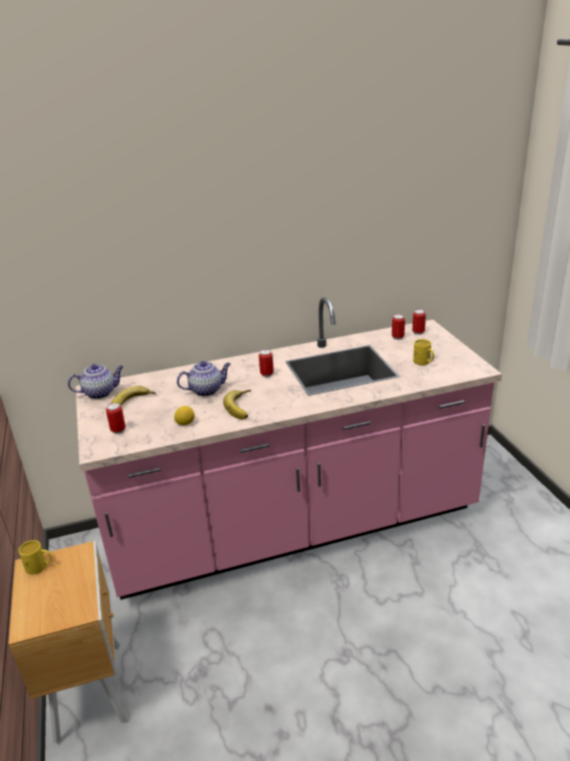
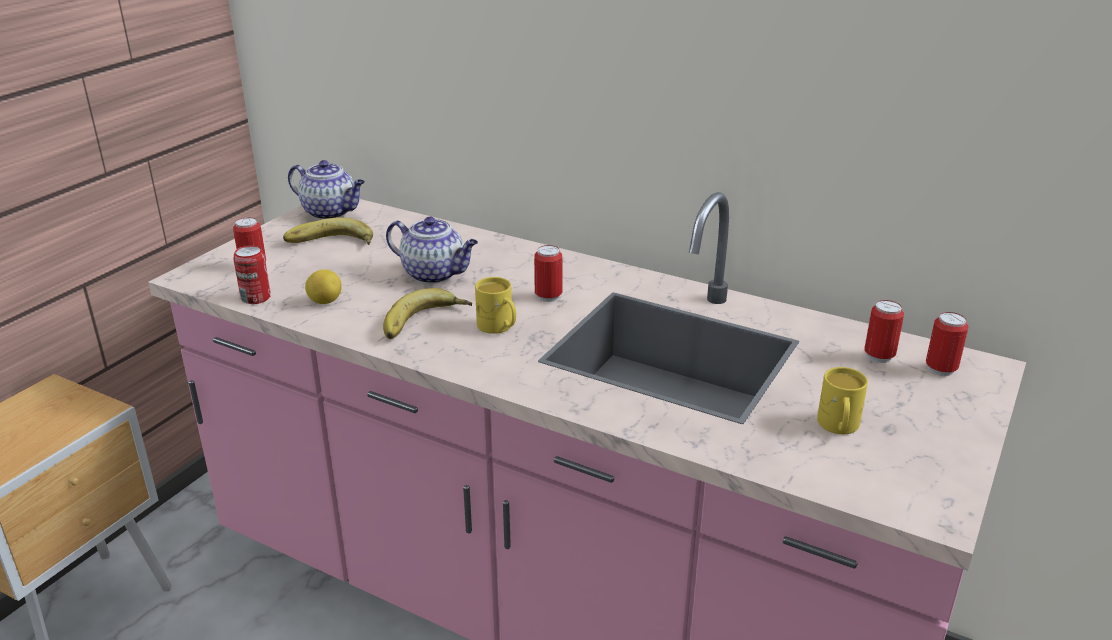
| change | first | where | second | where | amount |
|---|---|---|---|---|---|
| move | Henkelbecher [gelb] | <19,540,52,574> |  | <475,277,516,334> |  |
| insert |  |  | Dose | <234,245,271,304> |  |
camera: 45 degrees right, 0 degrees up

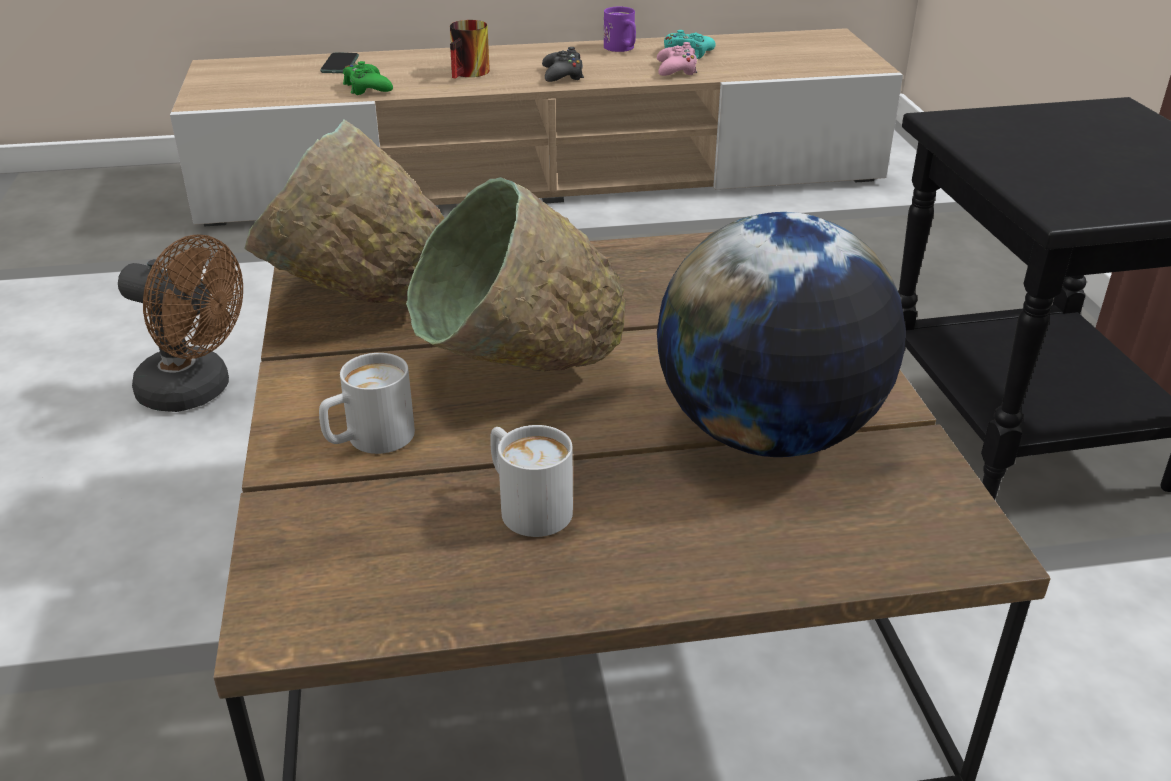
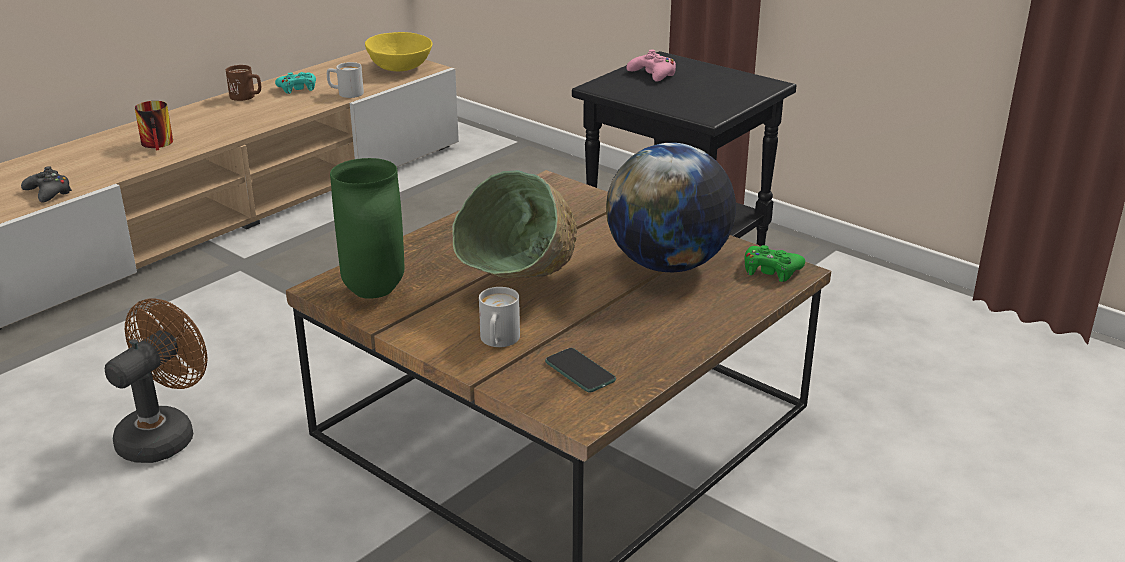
| change | first | where | second | where | amount |
|---|---|---|---|---|---|
| rotate | Ventilator [braun] | <118,235,243,412> |  | <105,298,208,463> | 45 degrees counterclockwise |
| replace | Schüssel [grün] | <245,120,445,306> | Vase [grün] | <330,158,405,299> |  |
| move | Handy | <320,53,359,73> |  | <545,348,616,392> |  |
| move | Gamepad [grün] | <343,61,393,95> |  | <745,245,805,282> |  |
| move | Henkelbecher [weiß] | <490,425,573,537> |  | <327,62,364,98> |  |
| move | Gamepad [schwarz] | <542,47,584,82> |  | <21,166,72,203> |  |
| recolor | Henkelbecher [lila] | <604,7,636,52> | Henkelbecher [braun] | <226,65,261,101> |  |
| move | Gamepad [rosa] | <657,42,697,76> |  | <626,49,676,82> |  |
| insert |  |  | Schüssel [gelb] | <365,32,432,71> |  |
camera: 40 degrees left, 5 degrees down

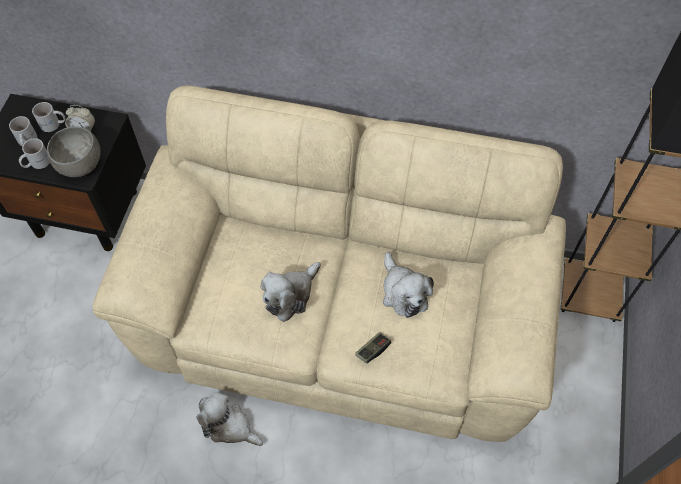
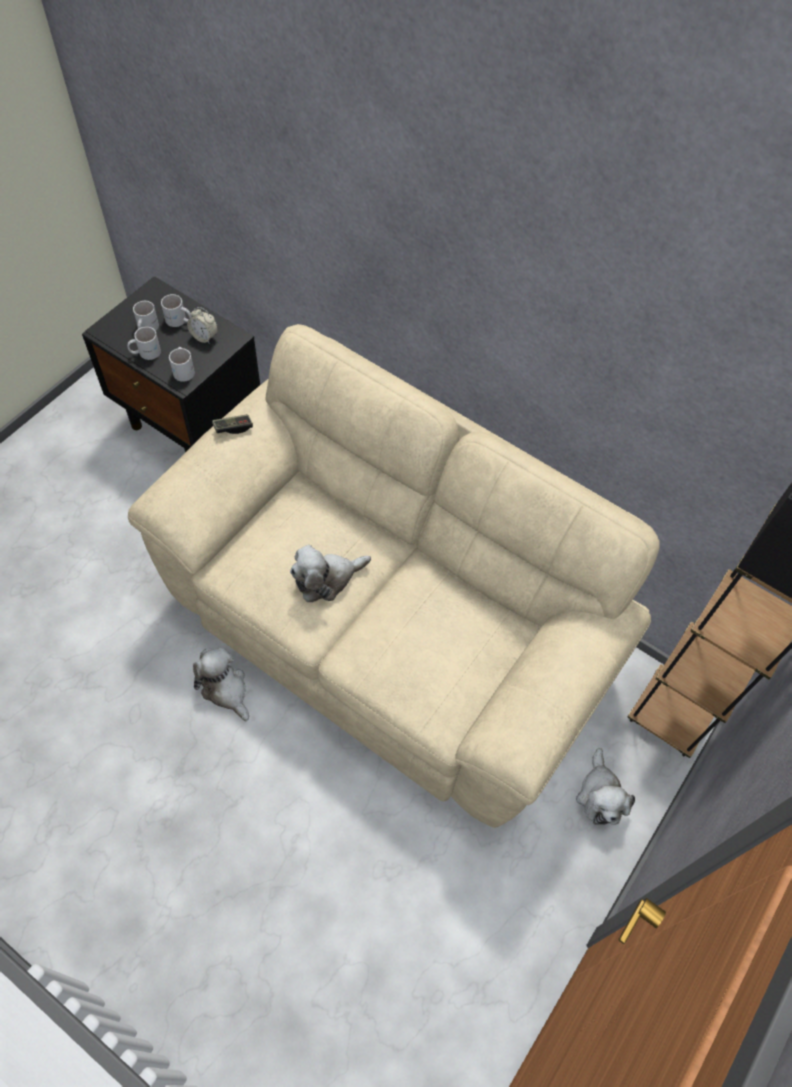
| change | first | where | second | where | amount |
|---|---|---|---|---|---|
| replace | Schüssel [grau] | <47,126,101,177> | Henkelbecher [weiß] | <169,347,195,382> |  |
| move | Gamepad | <355,332,391,364> |  | <212,414,253,434> |  |
| move | Plüschtier | <383,252,434,318> |  | <576,748,635,825> |  |
camera: 20 degrees right, 0 degrees up

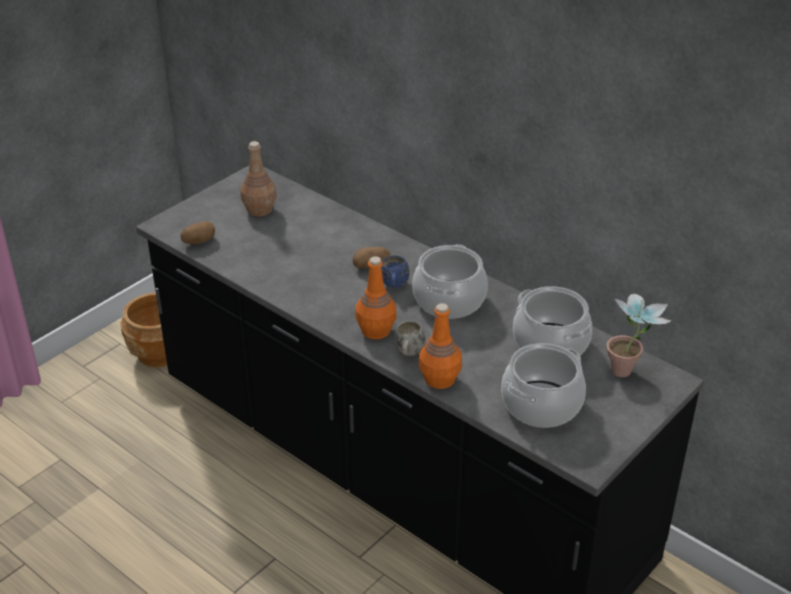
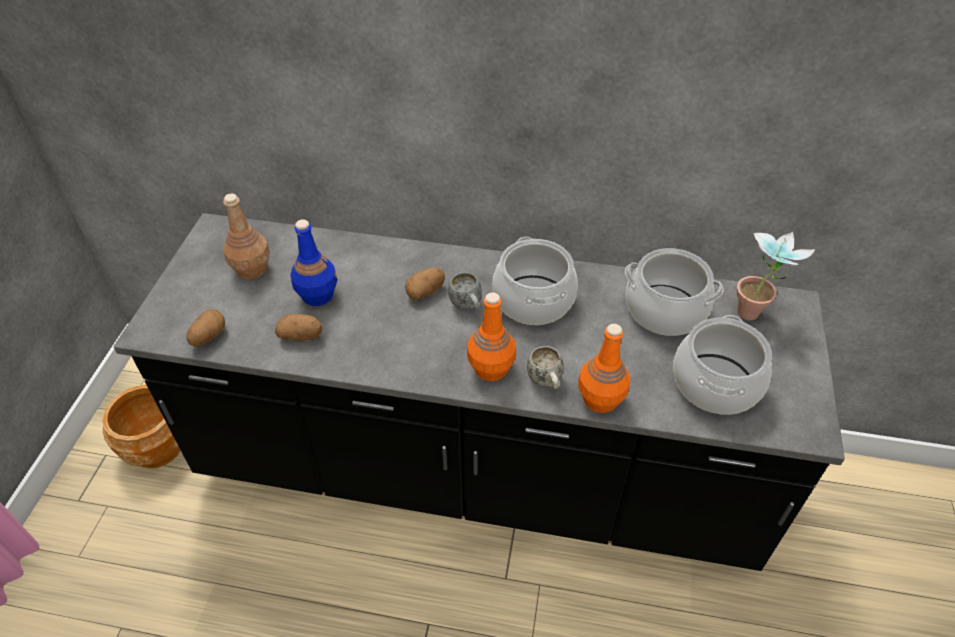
| change | first | where | second | where | amount |
|---|---|---|---|---|---|
| recolor | Henkelbecher [blau] | <381,256,409,288> | Henkelbecher [grau] | <448,272,482,310> |  |
| insert |  |  | Kartoffel | <275,314,322,341> |  |
| insert |  |  | Flasche [blau] | <290,219,337,306> |  |
camera: 30 degrees left, 10 degrees up

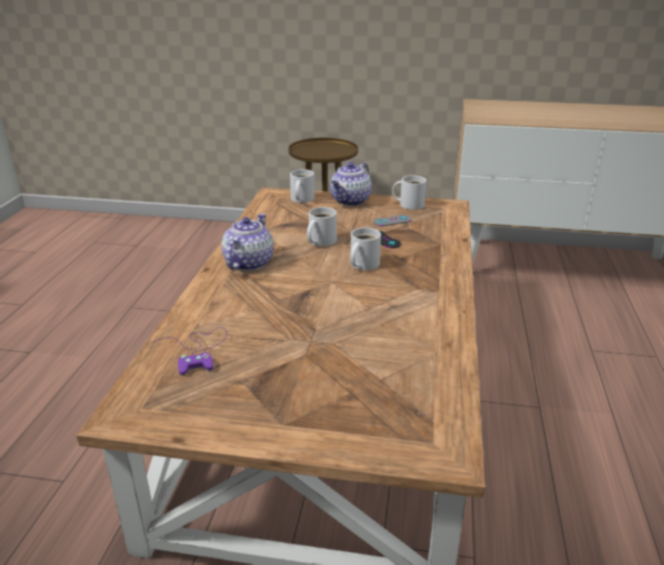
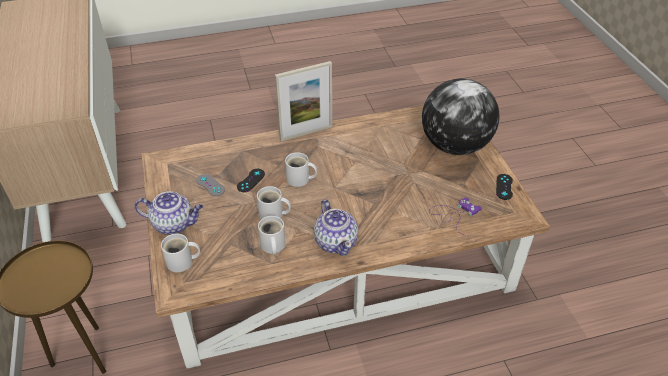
| change | first | where | second | where | amount |
|---|---|---|---|---|---|
| rotate | Teekanne | <222,213,274,271> |  | <314,199,358,256> | 105 degrees counterclockwise |
| move | Henkelbecher [weiß] | <392,175,426,210> |  | <258,216,286,255> |  |
| insert |  |  | Bilderrahmen | <275,61,332,141> |  |
| insert |  |  | Globus | <422,78,499,155> |  |
| insert |  |  | Gamepad [schwarz] | <496,174,513,200> |  |
camera: 115 degrees left, 15 degrees up

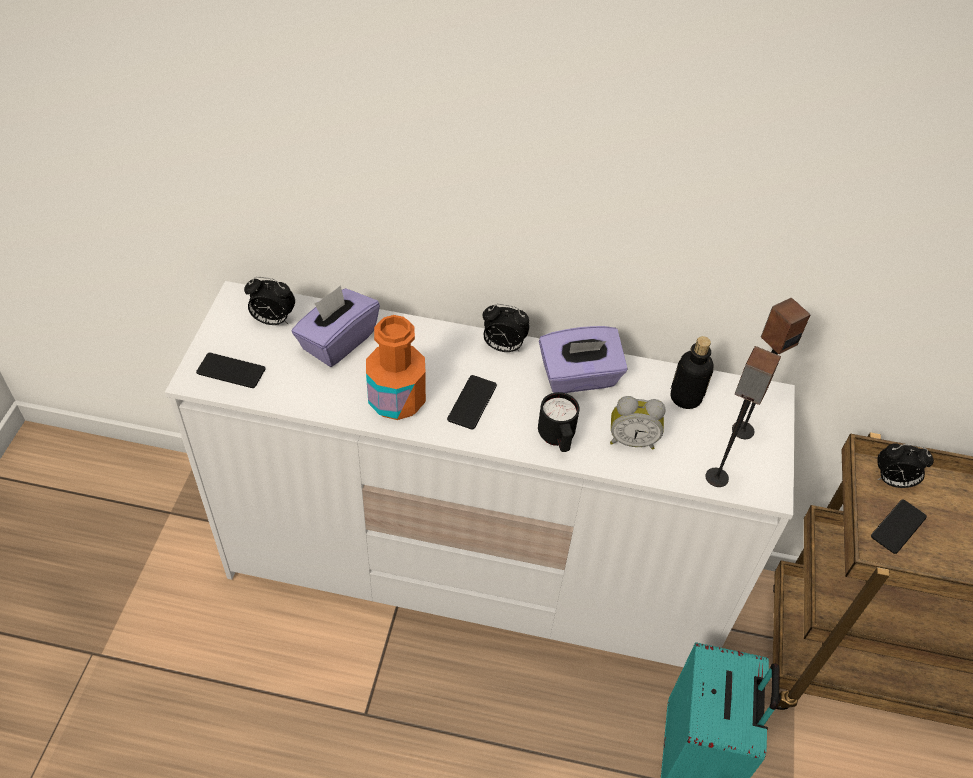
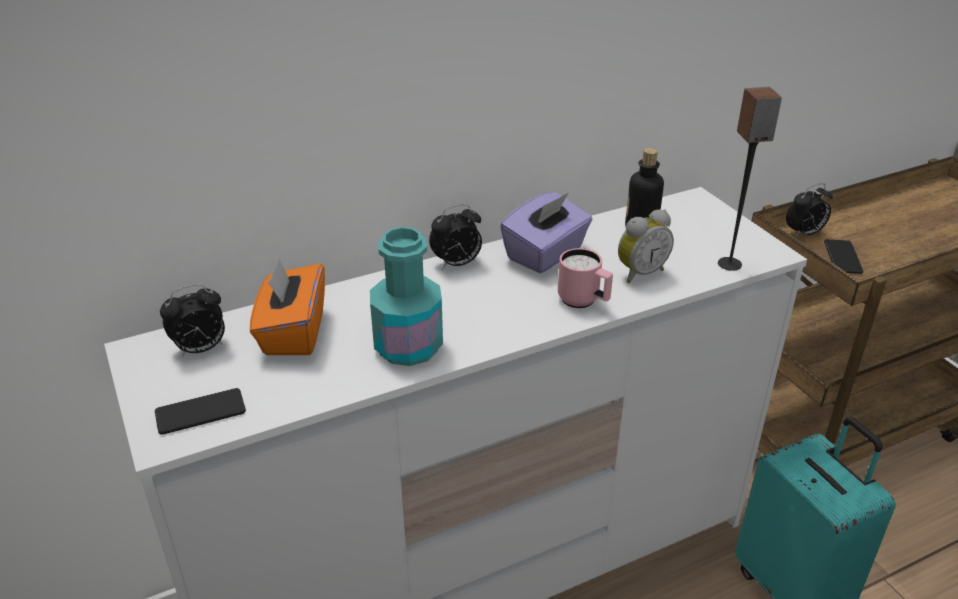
| change | first | where | second | where | amount |
|---|---|---|---|---|---|
| recolor | Taschentuchbox [lila] | <292,285,380,367> | Taschentuchbox [orange] | <250,258,325,355> |  |
| recolor | Flasche [orange] | <366,315,426,420> | Flasche [türkis] | <370,227,443,366> |  |
| delete | Handy | <447,375,497,430> |  |  |  |
| recolor | Henkelbecher [schwarz] | <538,392,579,452> | Henkelbecher [rosa] | <558,248,613,308> |  |
| delete | Lautsprecher | <732,298,810,439> |  |  |  |
camera: 35 degrees left, 15 degrees down

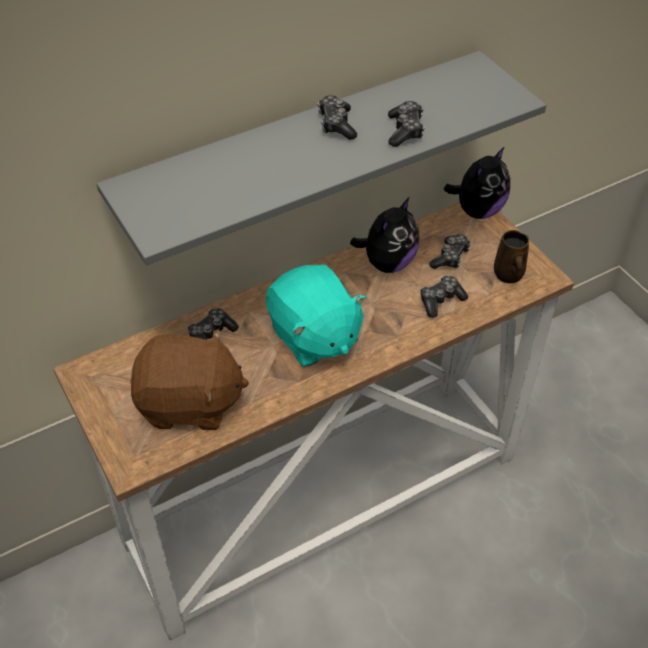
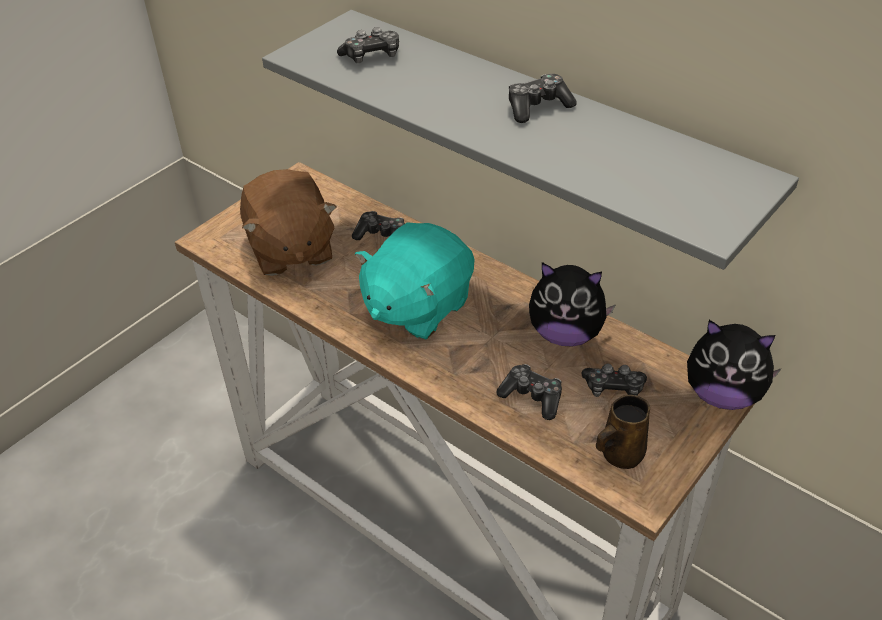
| change | first | where | second | where | amount |
|---|---|---|---|---|---|
| move | Gamepad | <388,101,425,147> |  | <337,27,399,63> |  |
camera: 70 degrees right, 5 degrees down

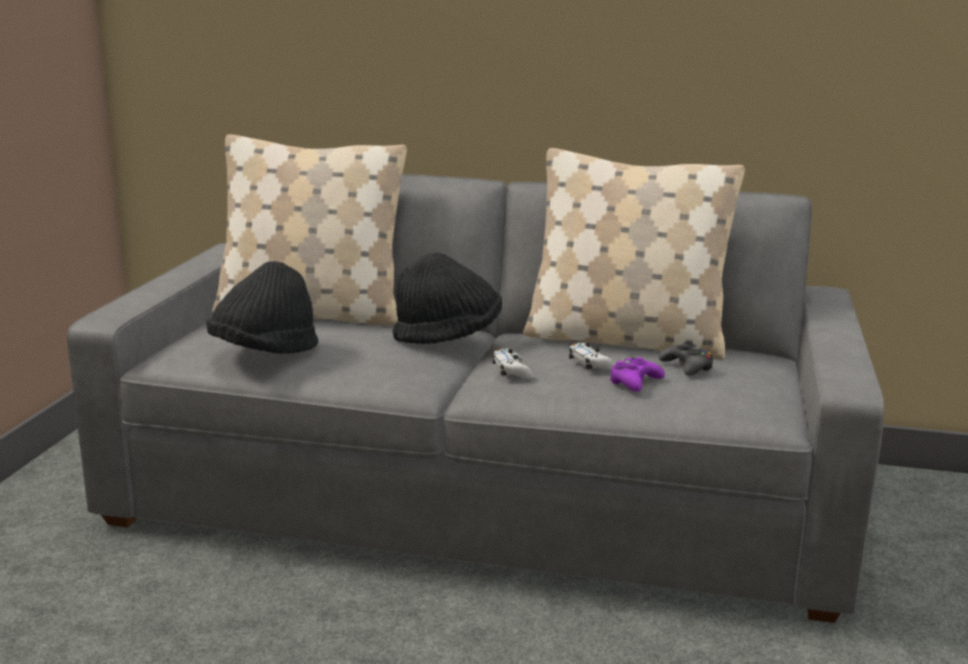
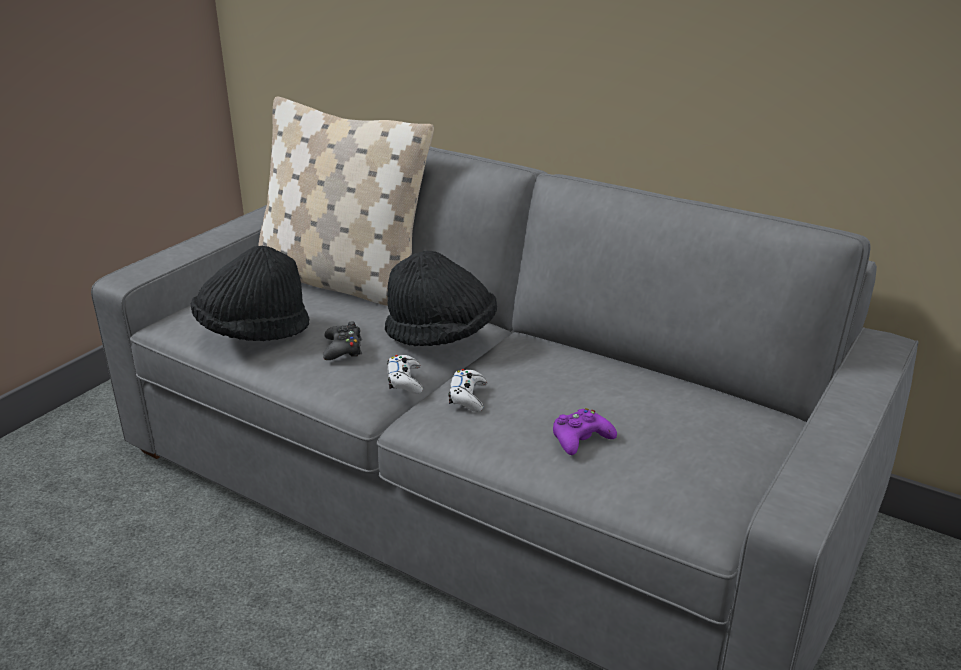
| change | first | where | second | where | amount |
|---|---|---|---|---|---|
| delete | Kissen [beige] | <523,148,745,360> |  |  |  |
| move | Gamepad [weiß] | <569,343,616,371> |  | <387,355,423,394> |  |
| move | Gamepad [schwarz] | <659,339,713,376> |  | <323,321,362,360> |  |
camera: 20 degrees right, 10 degrees up

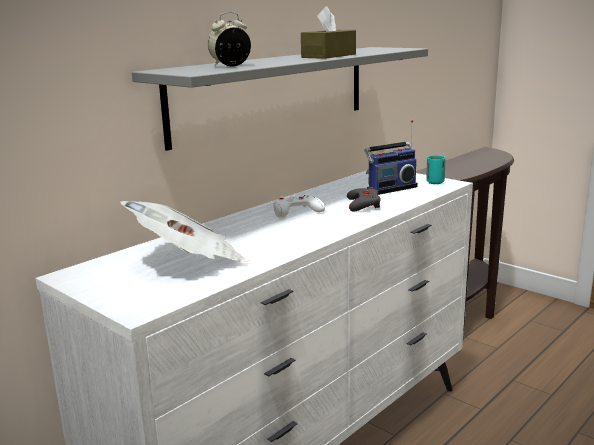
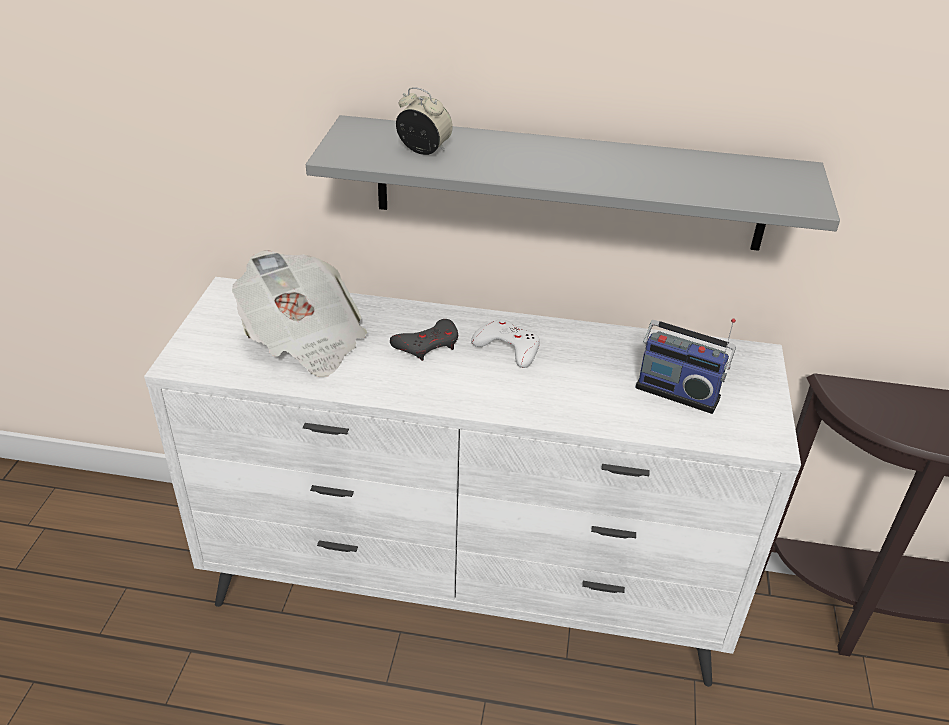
| change | first | where | second | where | amount |
|---|---|---|---|---|---|
| delete | Taschentuchbox [braun] | <301,6,356,59> |  |  |  |
| move | Gamepad [grau] | <347,187,381,211> |  | <390,319,458,361> |  |
| delete | Tasse [türkis] | <426,155,446,184> |  |  |  |
camera: 55 degrees right, 20 degrees up

